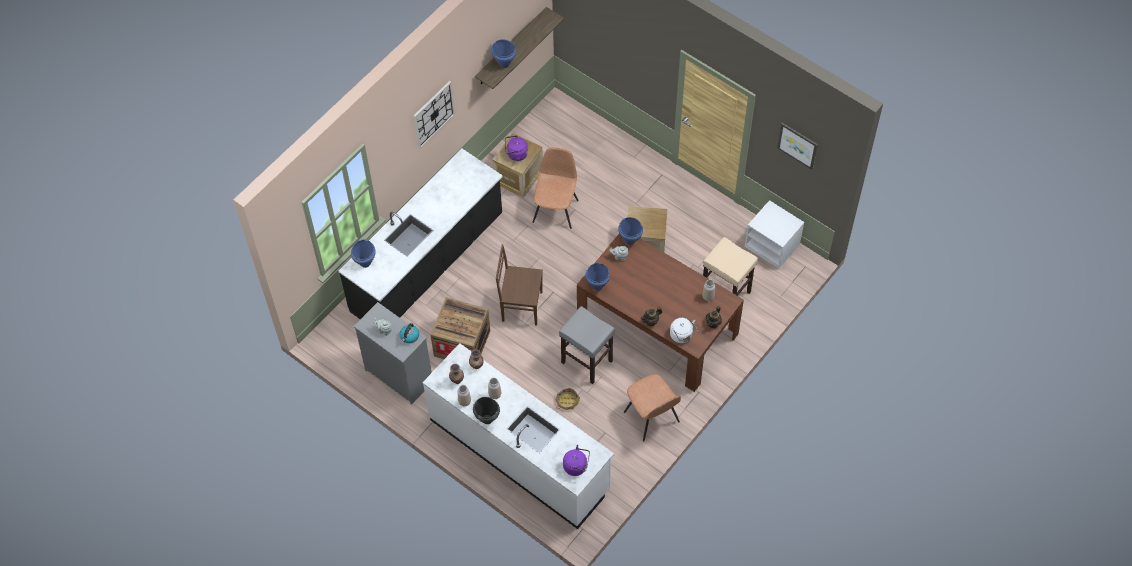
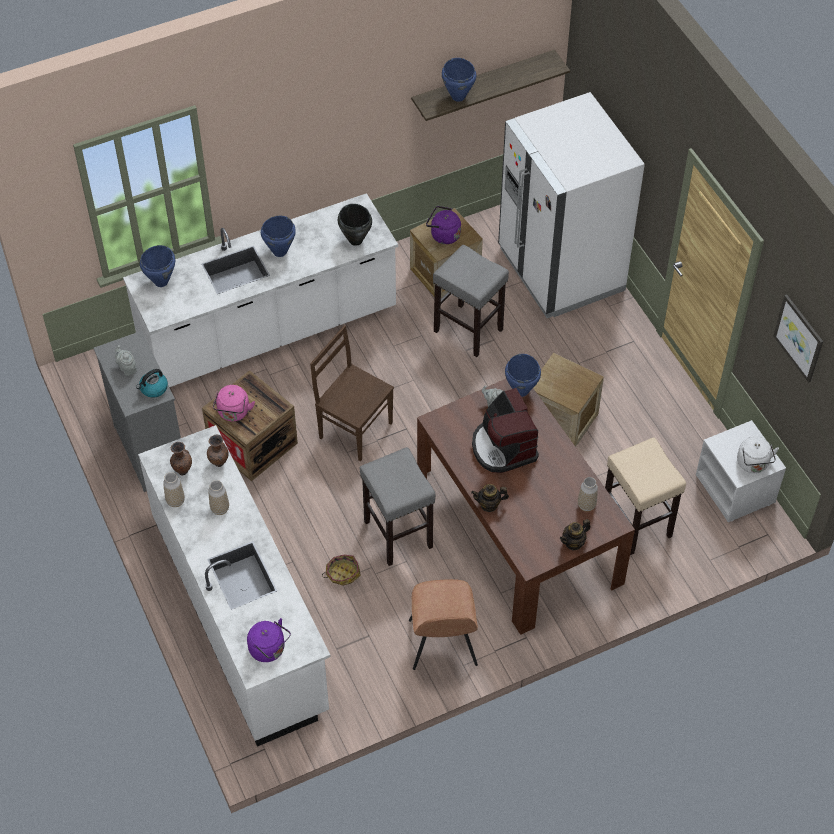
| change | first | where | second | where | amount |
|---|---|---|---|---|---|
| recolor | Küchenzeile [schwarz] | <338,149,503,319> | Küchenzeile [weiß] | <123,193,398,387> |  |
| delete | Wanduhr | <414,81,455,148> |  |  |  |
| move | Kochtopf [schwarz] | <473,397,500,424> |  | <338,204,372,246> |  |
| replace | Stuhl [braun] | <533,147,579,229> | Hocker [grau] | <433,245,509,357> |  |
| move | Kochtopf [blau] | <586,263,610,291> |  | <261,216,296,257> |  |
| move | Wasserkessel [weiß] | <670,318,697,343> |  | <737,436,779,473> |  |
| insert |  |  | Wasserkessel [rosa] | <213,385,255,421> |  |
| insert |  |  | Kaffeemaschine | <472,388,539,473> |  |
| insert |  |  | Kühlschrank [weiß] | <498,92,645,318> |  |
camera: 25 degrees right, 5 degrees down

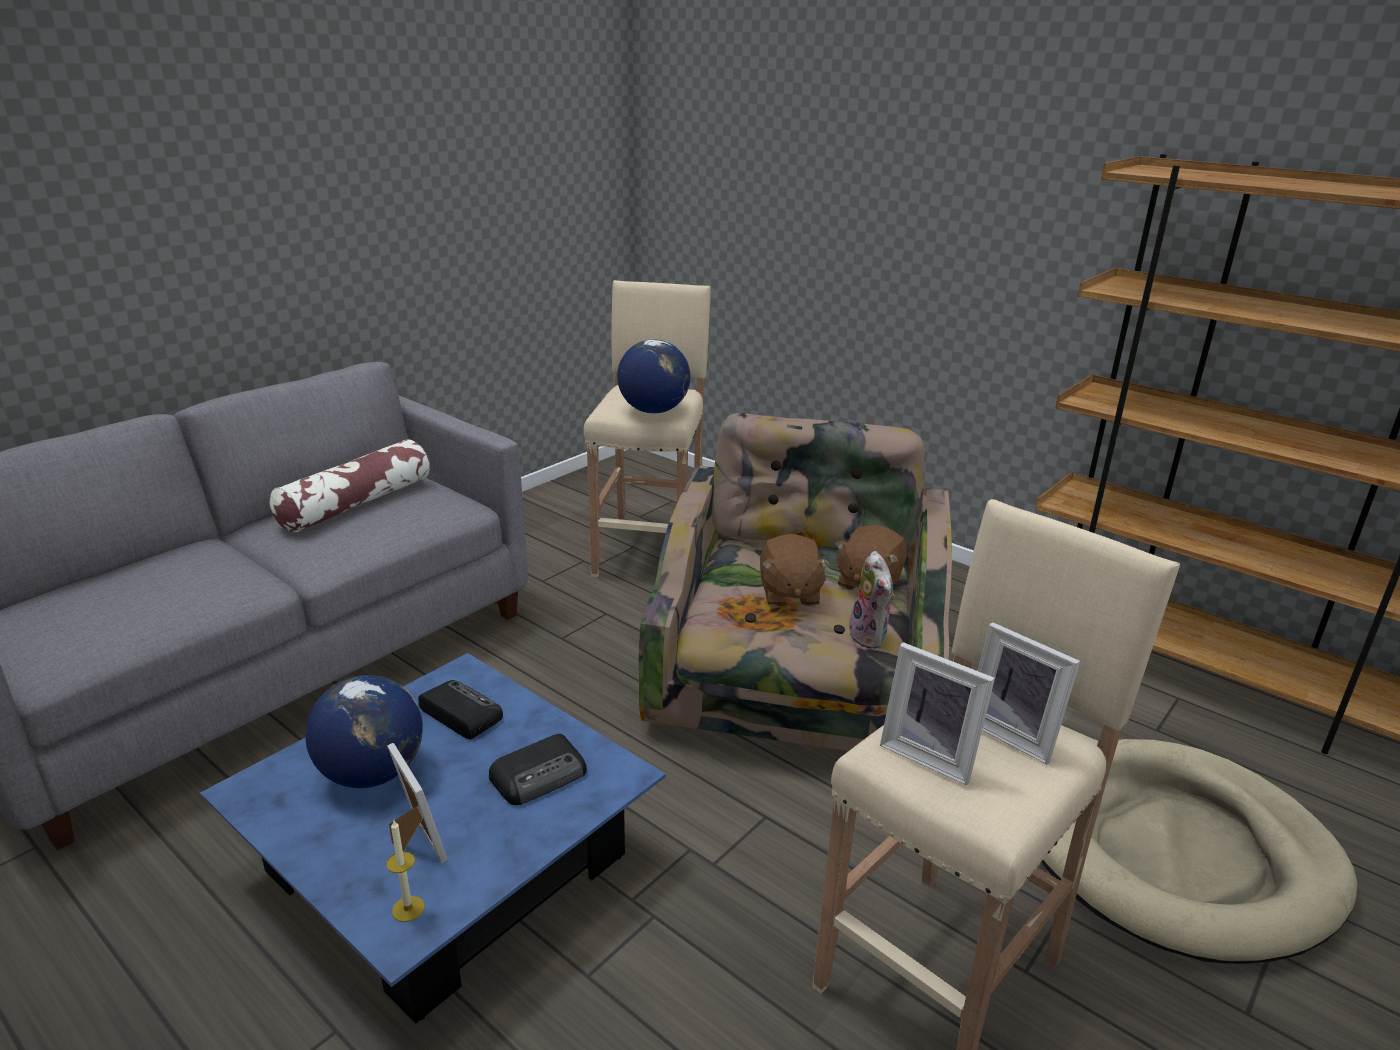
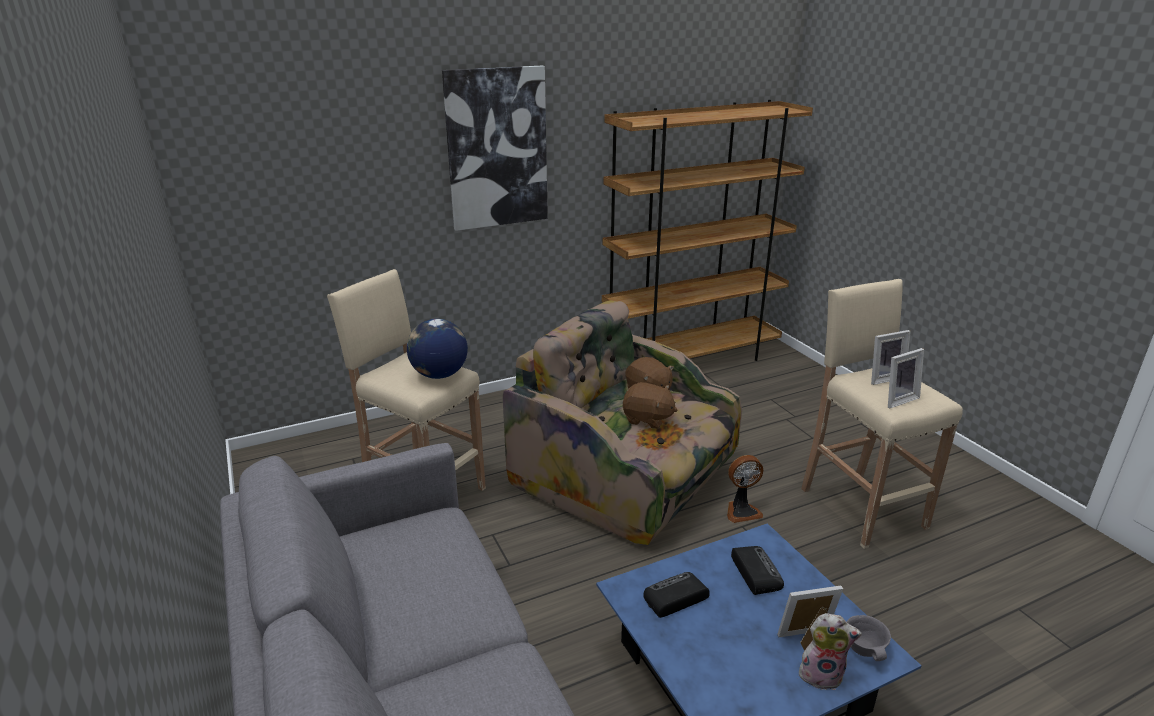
| change | first | where | second | where | amount |
|---|---|---|---|---|---|
| delete | Kissen | <269,439,430,533> |  |  |  |
| delete | Globus | <305,675,423,788> |  |  |  |
| replace | Kerze | <386,820,425,922> | Schüssel [grau] | <847,615,891,661> |  |
| move | Plüschtier | <849,551,895,649> |  | <799,613,862,690> |  |
| delete | Hundebett [beige] | <1042,739,1358,964> |  |  |  |
| insert |  |  | Bild | <442,66,548,231> |  |
| insert |  |  | Ventilator | <727,455,763,523> |  |
camera: 65 degrees left, 0 degrees up

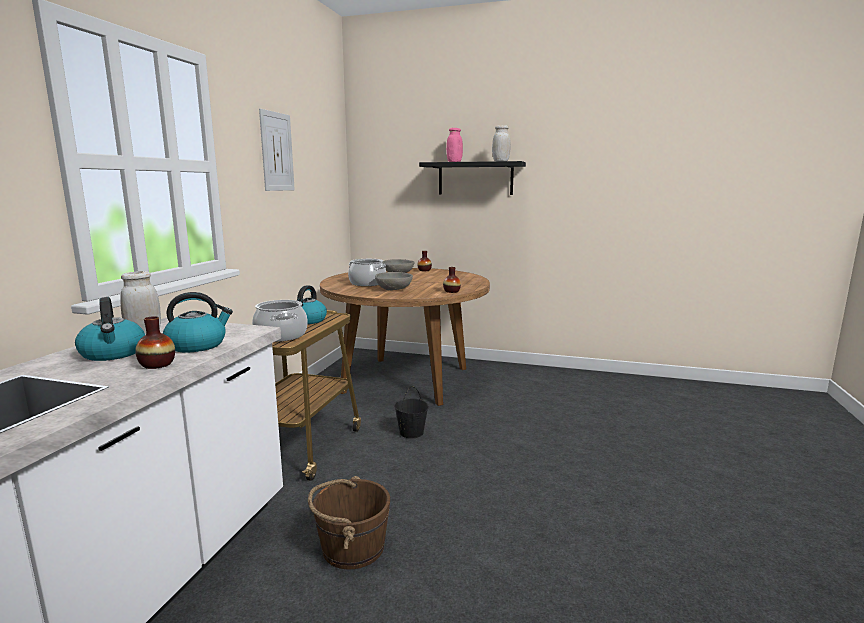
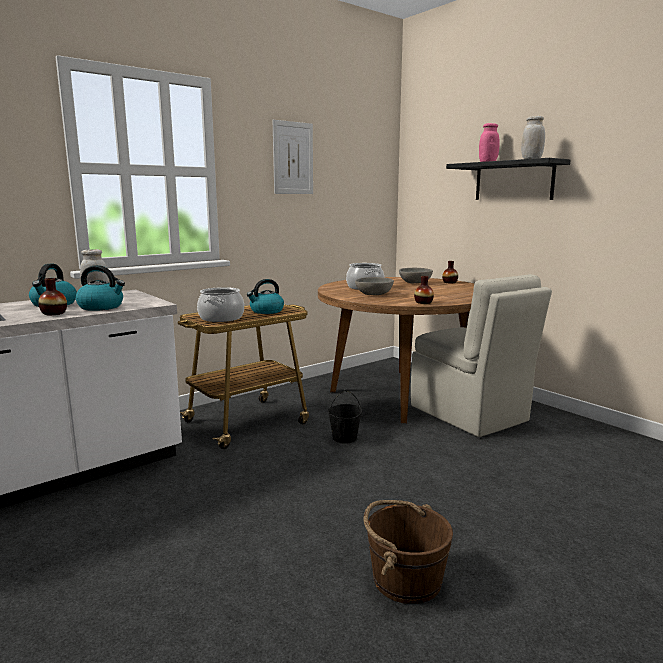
| change | first | where | second | where | amount |
|---|---|---|---|---|---|
| move | Eimer [braun] | <308,476,390,569> |  | <363,500,453,604> |  |
| insert |  |  | Stuhl [beige] | <411,274,552,437> |  |
camera: 35 degrees right, 0 degrees up

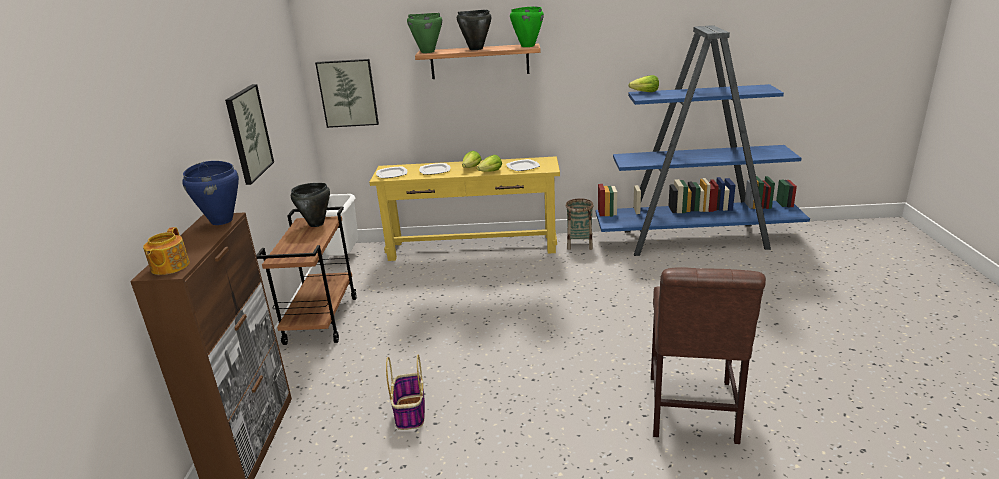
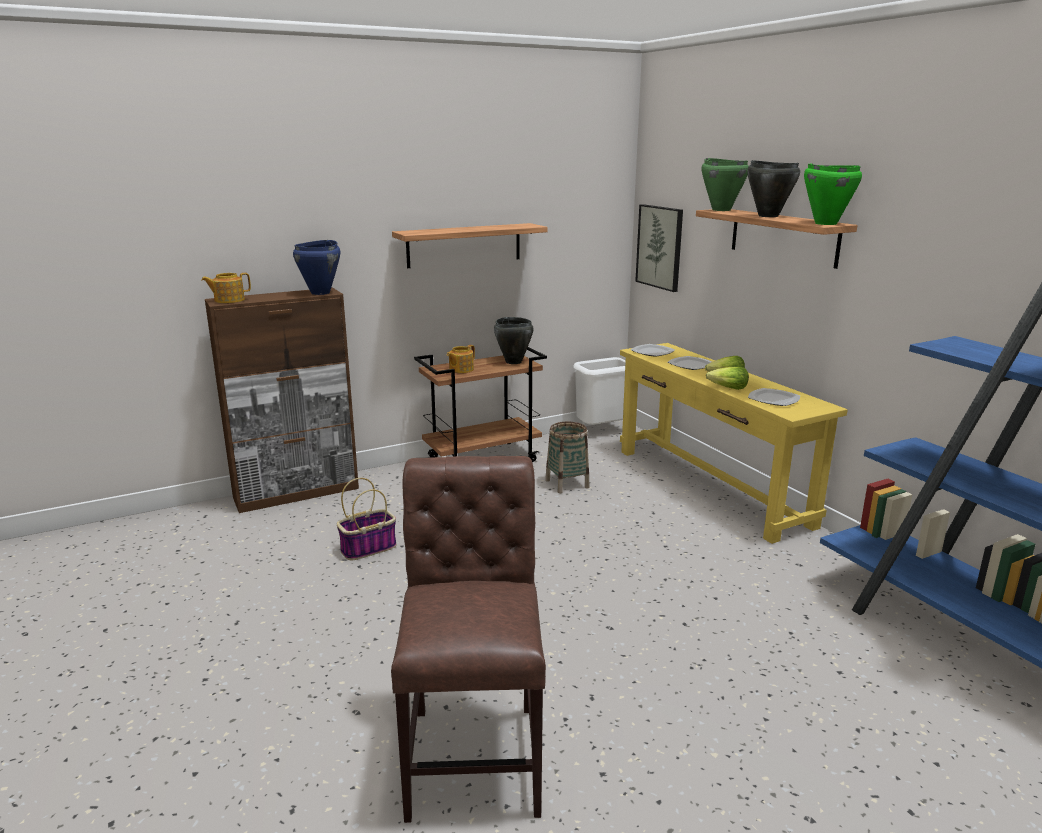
| change | first | where | second | where | amount |
|---|---|---|---|---|---|
| replace | Bild | <225,84,274,185> | Wandregal | <392,223,548,268> |  |
| move | Korb | <566,198,594,250> |  | <545,422,590,493> |  |
| delete | Salatkopf | <628,75,659,92> |  |  |  |
| rotate | Stuhl [braun] | <651,267,766,444> |  | <391,456,546,823> | 105 degrees clockwise |
| insert |  |  | Teekanne | <447,345,475,373> |  |
camera: 60 degrees right, 5 degrees down

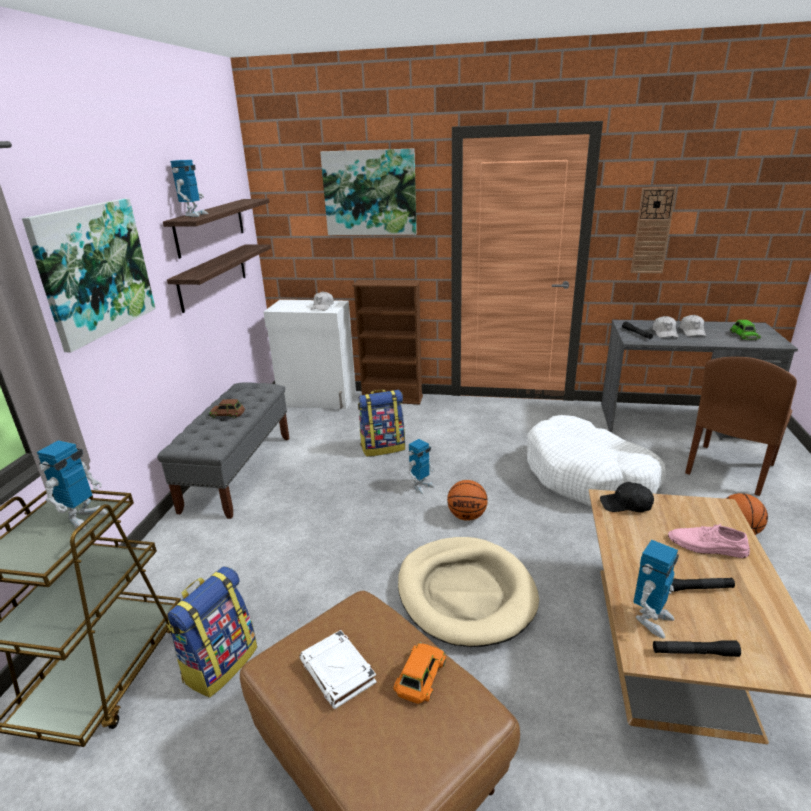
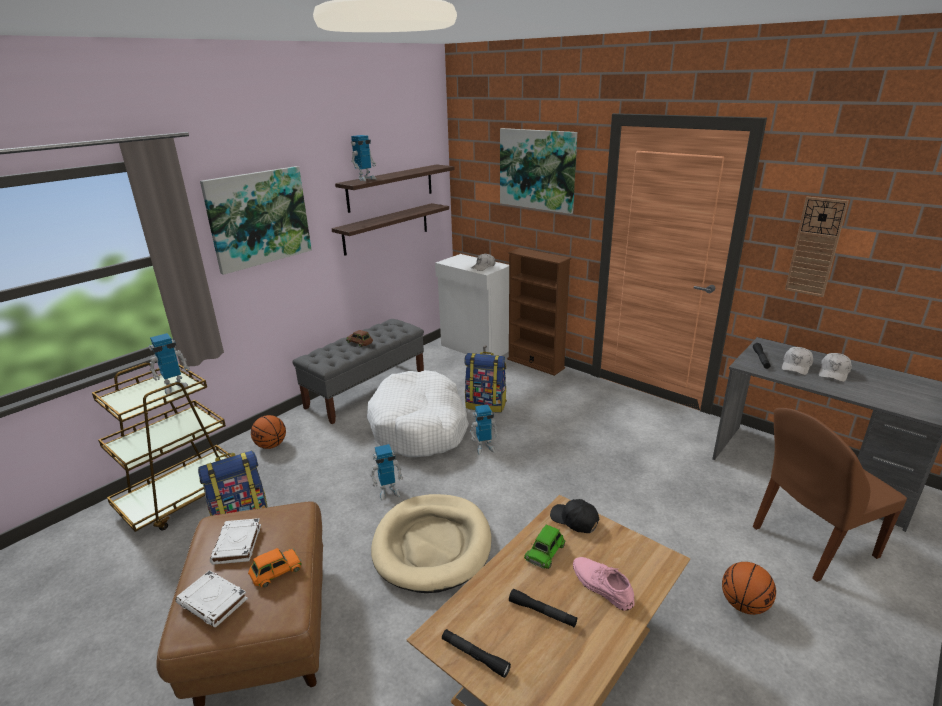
| change | first | where | second | where | amount |
|---|---|---|---|---|---|
| move | Basketball | <447,480,488,521> |  | <251,415,286,449> |  |
| move | Hundebett [weiß] | <527,415,666,507> |  | <367,370,469,457> |  |
| move | Spielzeugroboter | <633,540,679,638> |  | <370,444,403,501> |  |
| move | Spielzeugauto [grün] | <730,320,761,340> |  | <524,524,566,569> |  |
| insert |  |  | Buch [weiß] | <176,570,248,627> |  |
camera: 30 degrees right, 0 degrees up

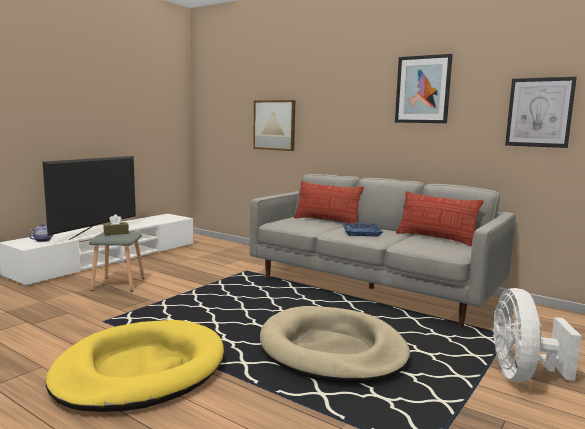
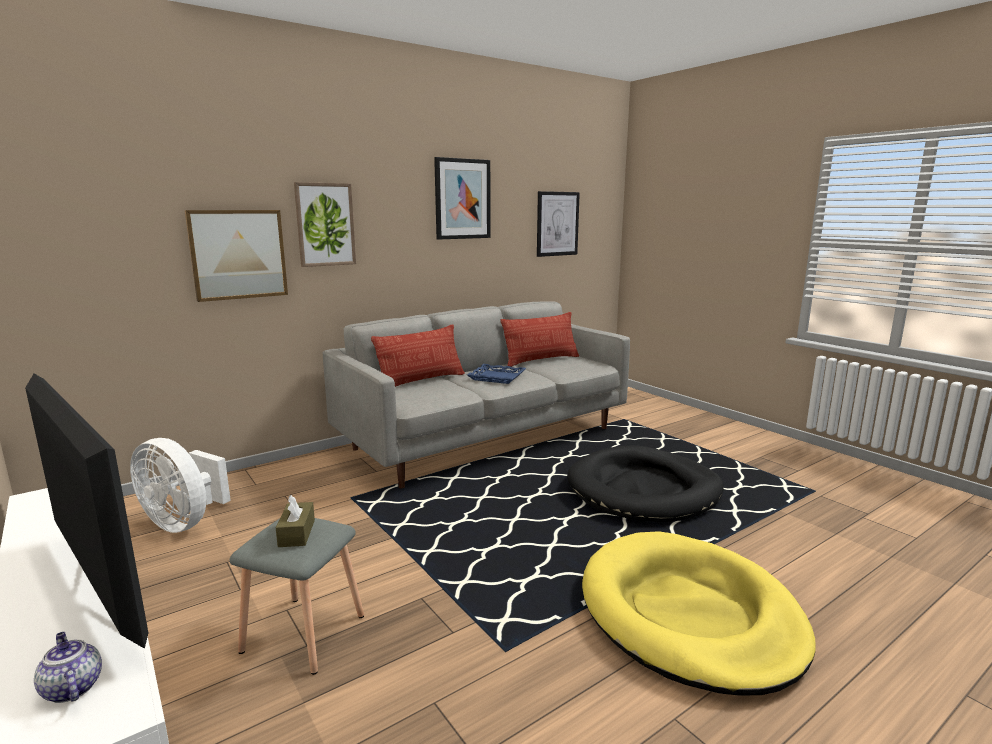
| change | first | where | second | where | amount |
|---|---|---|---|---|---|
| recolor | Hundebett [beige] | <260,306,410,384> | Hundebett [schwarz] | <567,445,724,522> |  |
| move | Ventilator [weiß] | <492,288,581,382> |  | <130,438,231,533> |  |
| insert |  |  | Bild | <294,182,356,267> |  |
camera: 70 degrees left, 5 degrees up

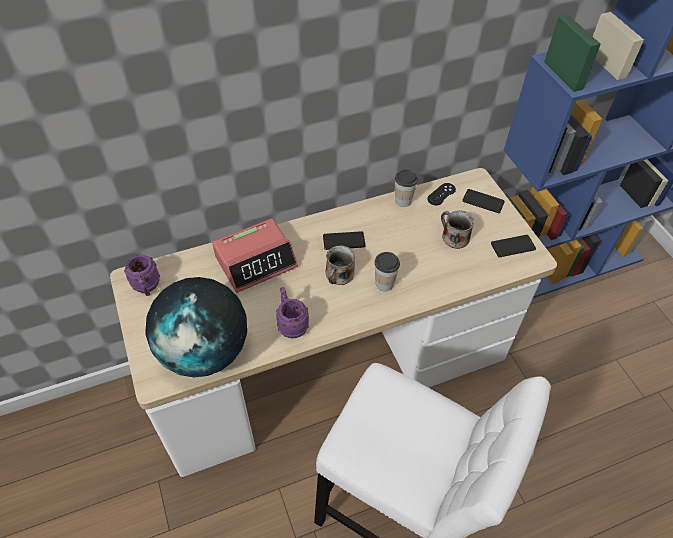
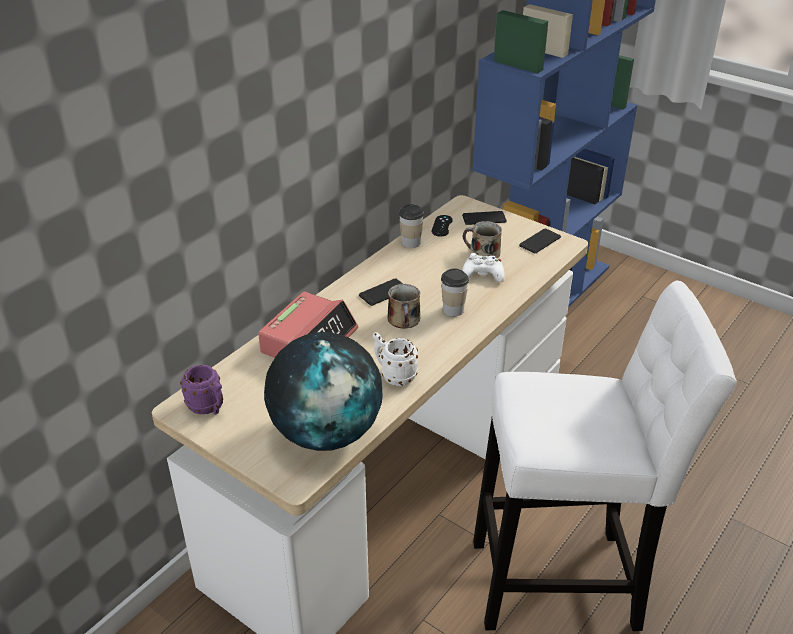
| change | first | where | second | where | amount |
|---|---|---|---|---|---|
| recolor | Henkelbecher [lila] | <276,287,309,338> | Henkelbecher [weiß] | <373,332,418,386> |  |
| insert |  |  | Gamepad [weiß] | <462,253,505,282> |  |
camera: 30 degrees left, 15 degrees down

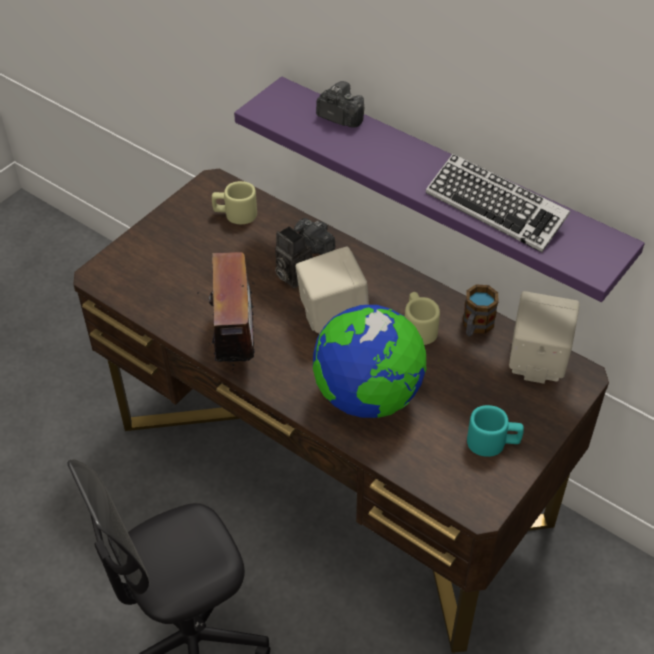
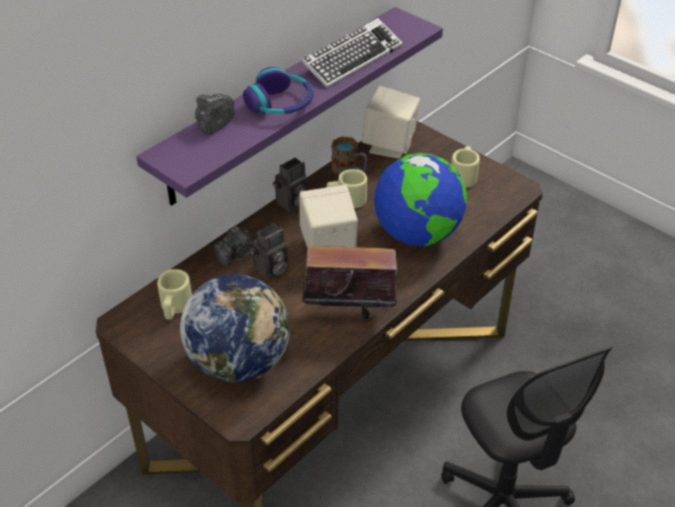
| change | first | where | second | where | amount |
|---|---|---|---|---|---|
| recolor | Henkelbecher [türkis] | <467,405,524,457> | Henkelbecher [beige] | <451,146,480,187> |  |
| insert |  |  | Globus | <180,274,290,382> |  |
| insert |  |  | Kopfhörer | <243,67,314,114> |  |
| insert |  |  | Kamera | <273,158,308,212> |  |
camera: 85 degrees left, 5 degrees down

